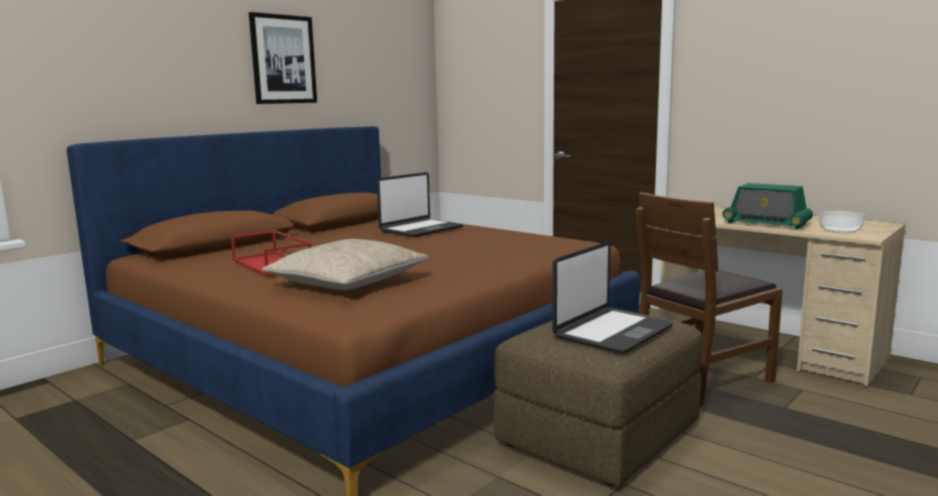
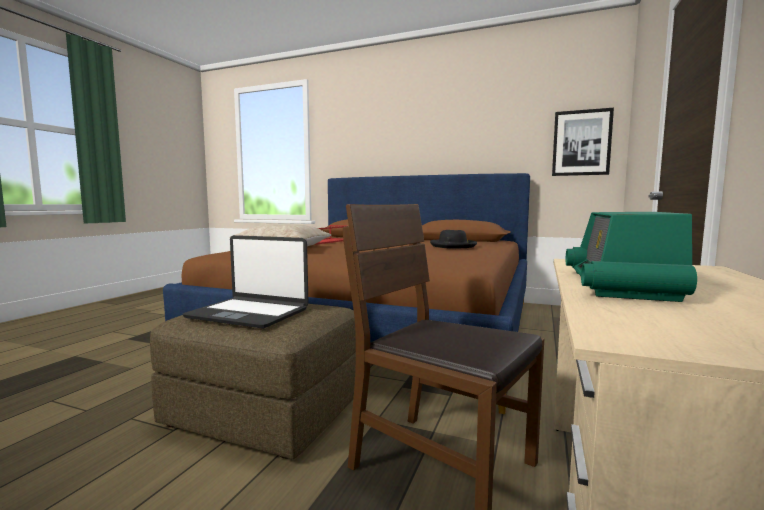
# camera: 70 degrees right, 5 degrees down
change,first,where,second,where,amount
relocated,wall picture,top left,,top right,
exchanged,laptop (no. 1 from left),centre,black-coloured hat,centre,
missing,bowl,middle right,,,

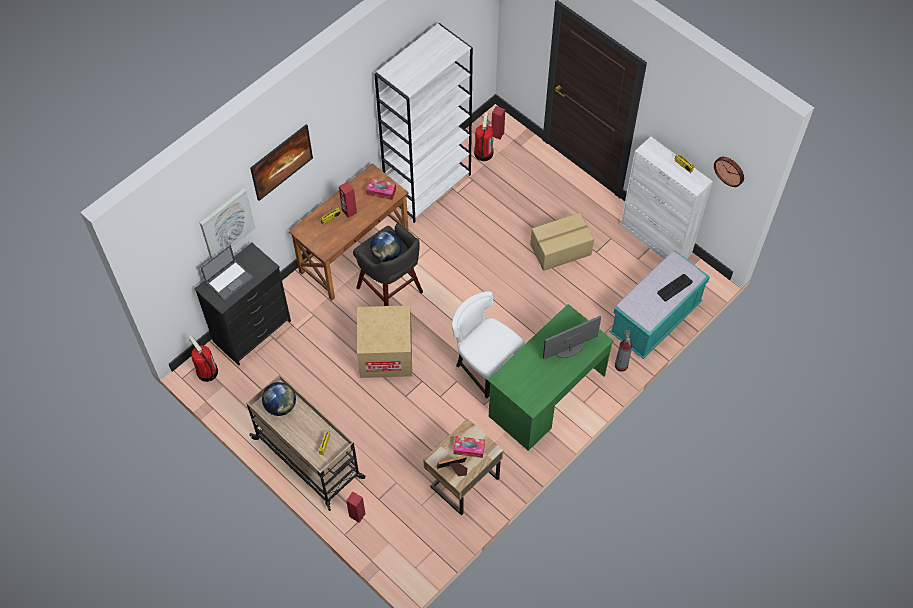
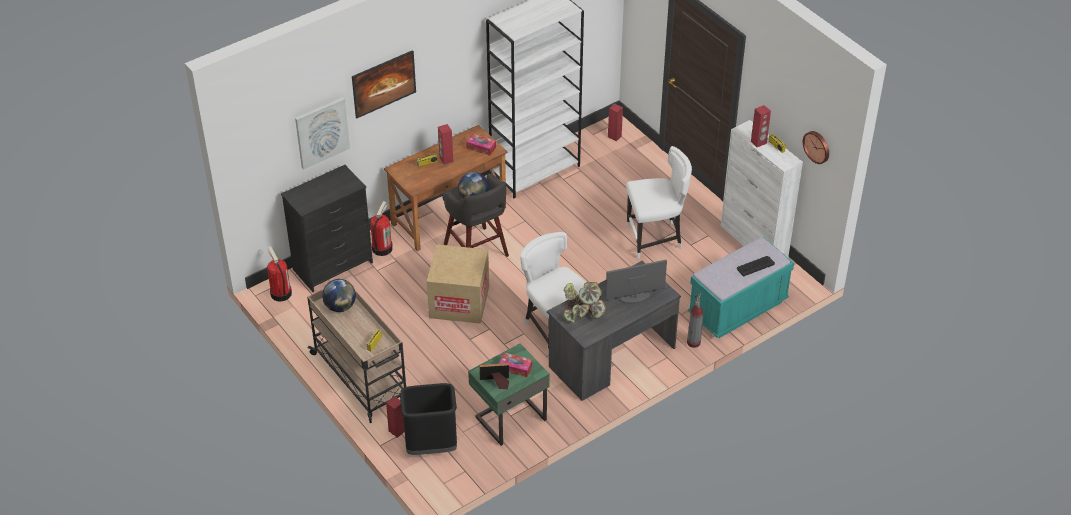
# camera: 10 degrees right, 15 degrees down
change,first,where,second,where,amount
missing,laptop,middle left,,,
colour,sand-coloured nightstand,bottom centre,green-coloured nightstand,bottom centre,
relocated,fire extinguisher (no. 2 from left),top centre,,centre,
colour,green-coloured desk unit,centre,gray desk unit,centre,
exchanged,cardboard box (no. 2 from left),centre,whitish chair (no. 2 from left),centre,
appeared,,,black-coloured waste bin,bottom centre,
appeared,,,potted plant,centre,
appeared,,,red audio speaker (no. 4 from left),top right,

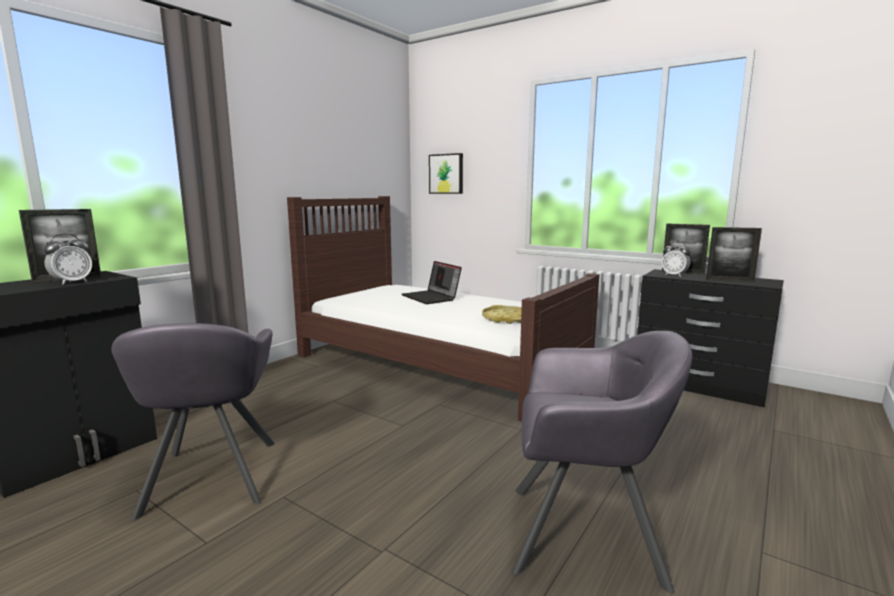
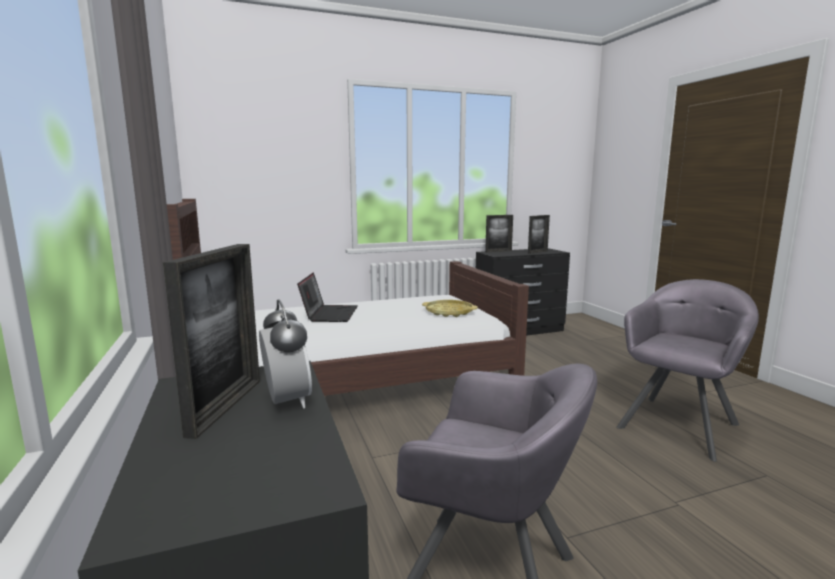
# camera: 55 degrees left, 0 degrees up
change,first,where,second,where,amount
spun,laptop,centre,,centre,90 degrees counterclockwise
missing,wall picture,top centre,,,
missing,table clock (no. 2 from left),middle right,,,

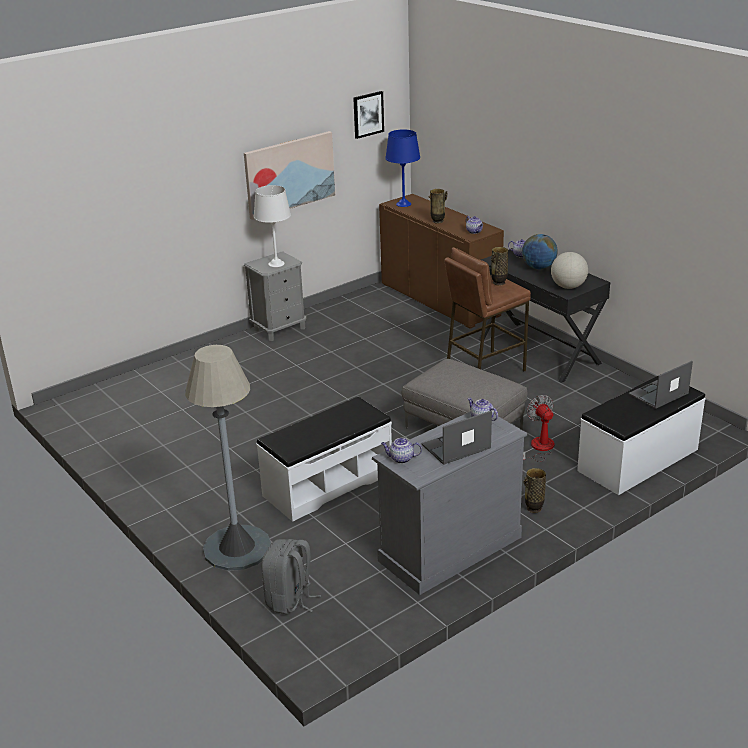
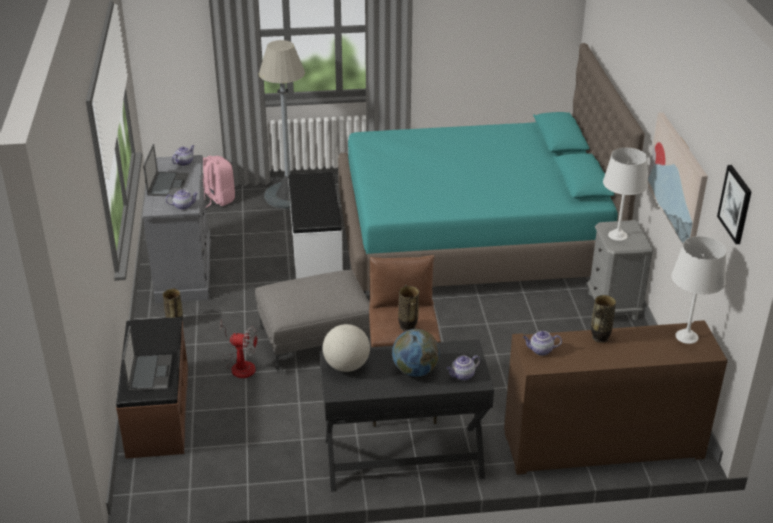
# camera: 120 degrees right, 5 degrees up
change,first,where,second,where,amount
colour,gray knapsack,bottom centre,pinkish knapsack,middle left,
colour,blue tabletop lamp,top centre,whitish tabletop lamp (no. 2 from left),middle right,
colour,whitish bench (no. 2 from left),middle right,brownish bench,bottom left,
appeared,,,blue-green sleeping bed,top centre,

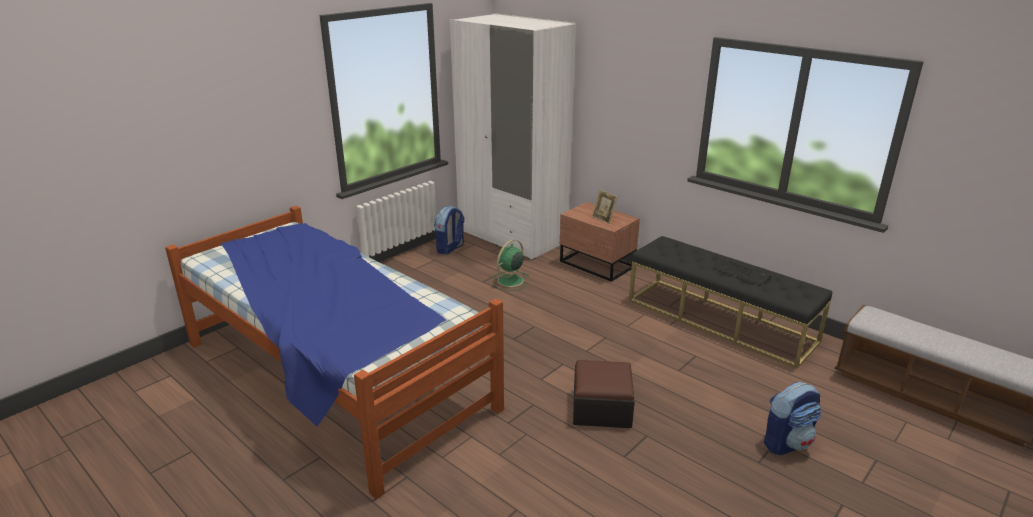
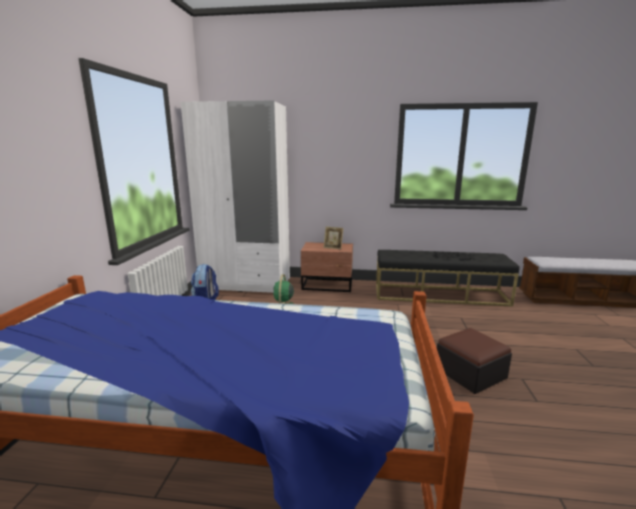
# camera: 35 degrees left, 10 degrees down
change,first,where,second,where,amount
missing,knapsack (no. 2 from left),bottom right,,,

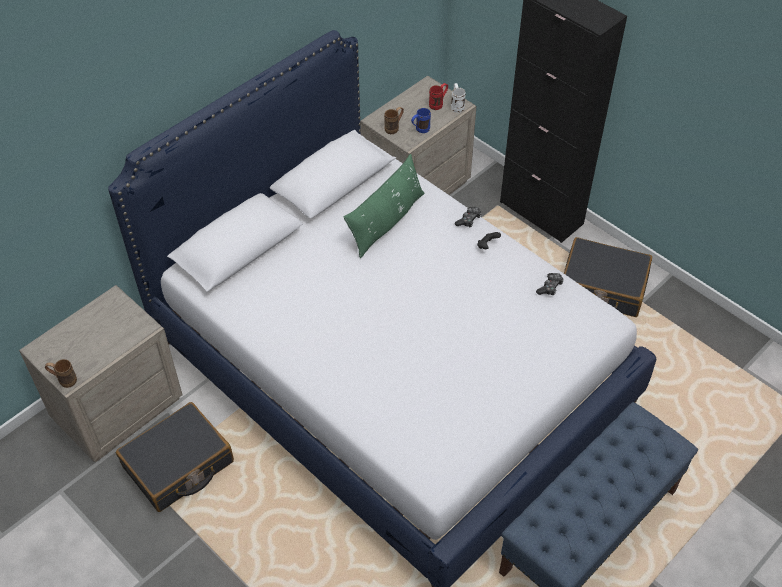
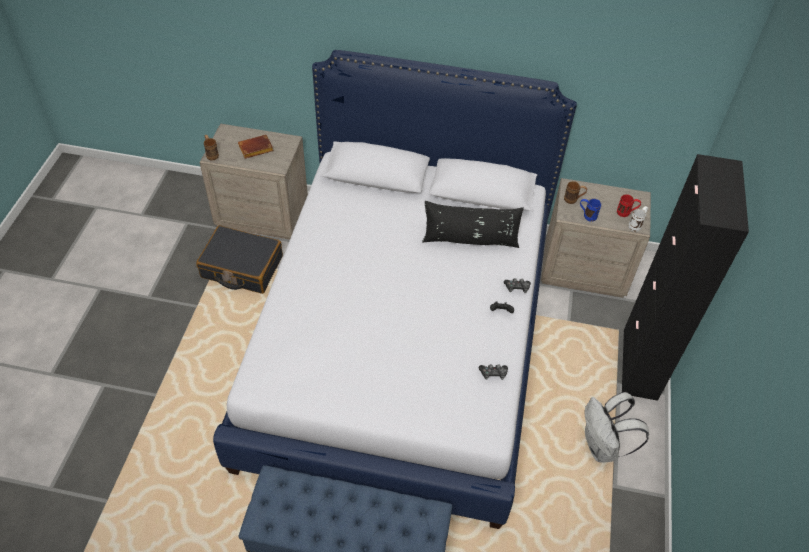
# camera: 55 degrees right, 0 degrees up
change,first,where,second,where,amount
colour,green-coloured pillow,centre,black-coloured pillow,centre,
exchanged,black-coloured piece of luggage (no. 2 from left),middle right,whitish knapsack,bottom right,
appeared,,,brownish volume,top left,

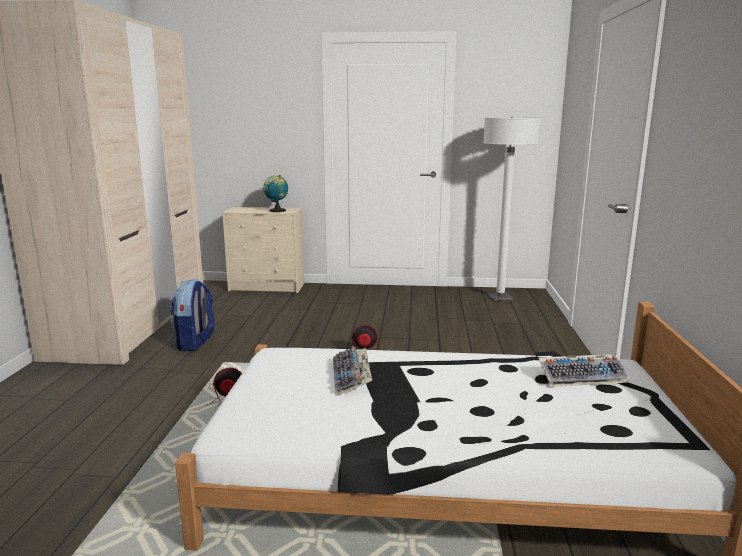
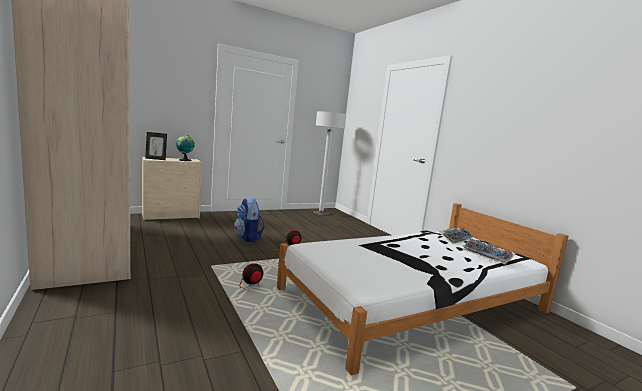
# camera: 35 degrees left, 5 degrees down
change,first,where,second,where,amount
relocated,knapsack,middle left,,centre,
relocated,keyboard (no. 1 from left in the first image),bottom centre,keyboard (no. 2 from left),middle right,
appeared,,,standing frame,middle left,

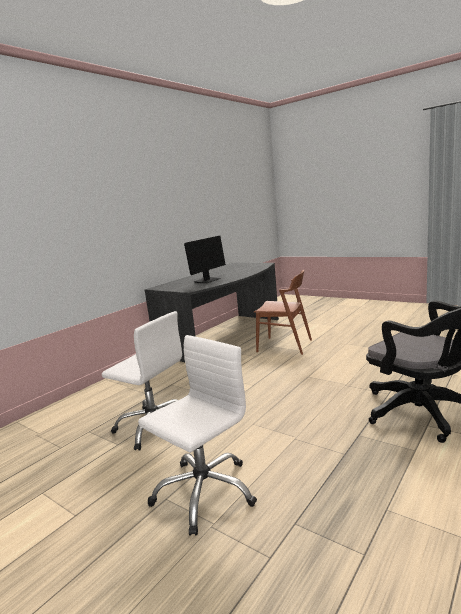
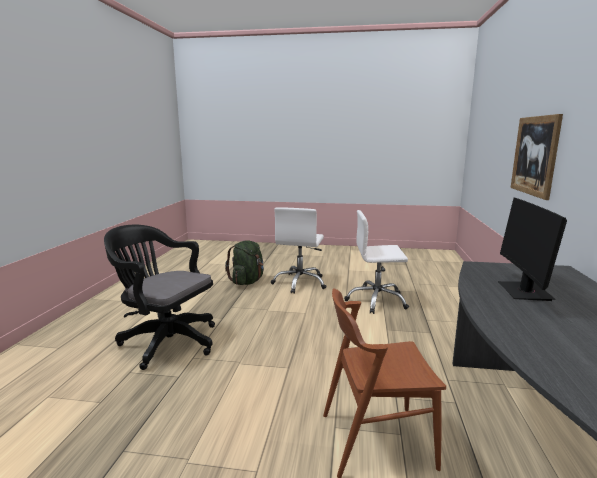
# camera: 150 degrees right, 0 degrees up
change,first,where,second,where,amount
appeared,,,green-coloured knapsack,centre,
appeared,,,wall picture,top right,

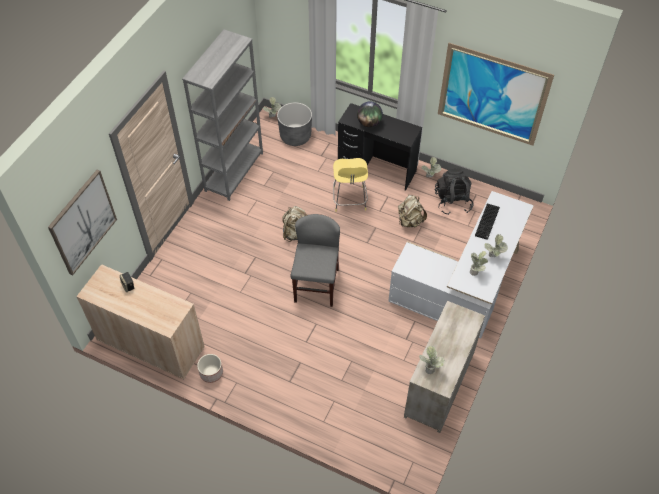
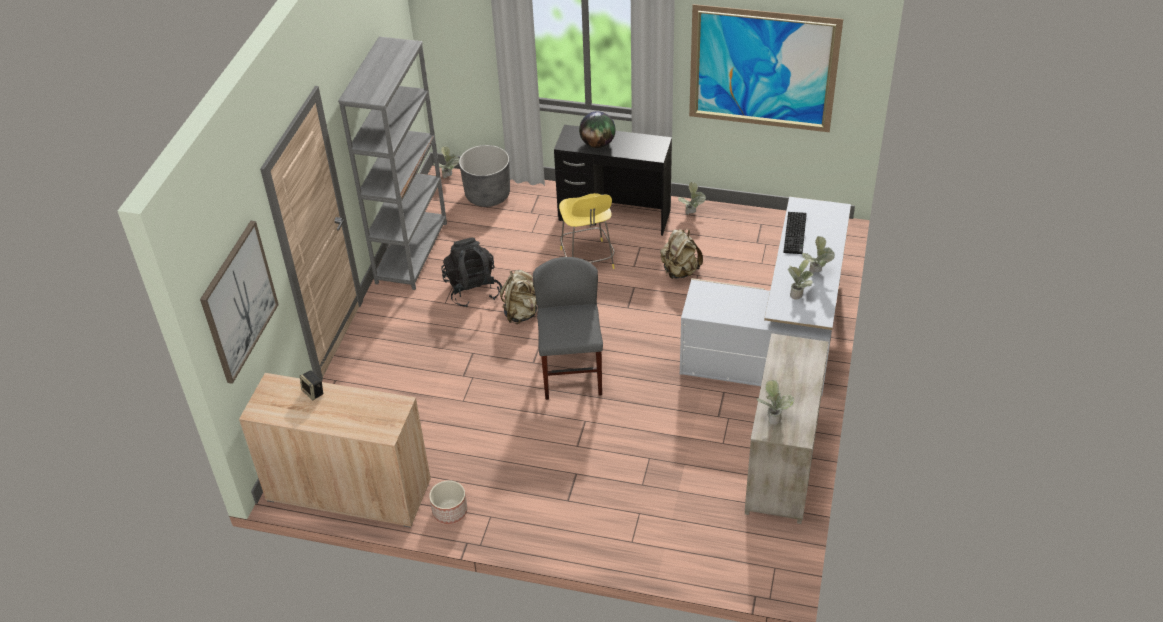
# camera: 10 degrees left, 10 degrees down
change,first,where,second,where,amount
relocated,black-coloured knapsack,middle right,,centre,

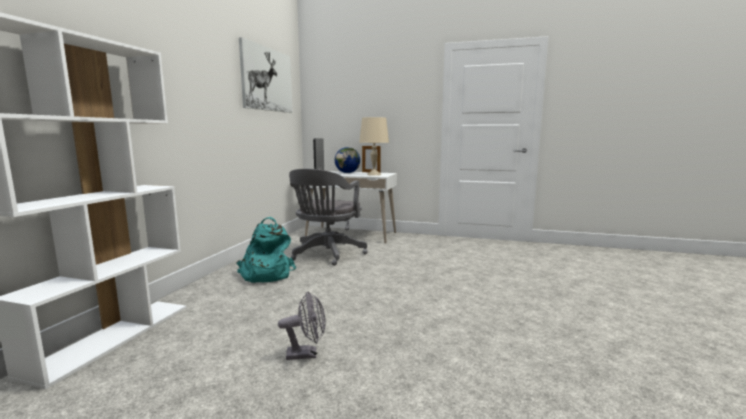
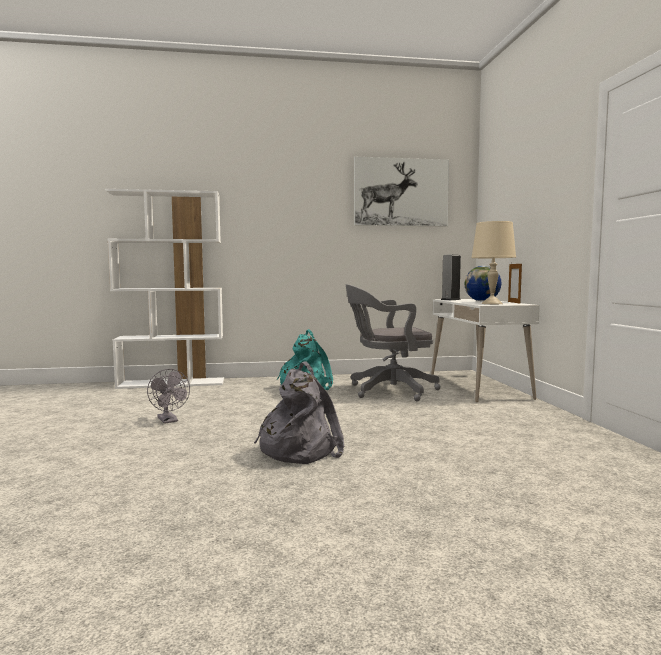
# camera: 65 degrees right, 5 degrees down
change,first,where,second,where,amount
appeared,,,gray knapsack,centre,

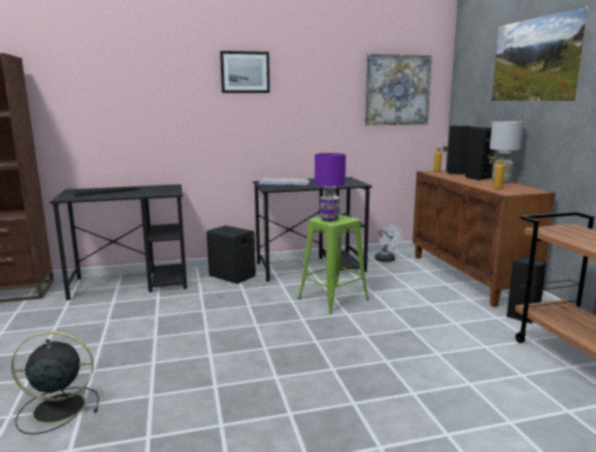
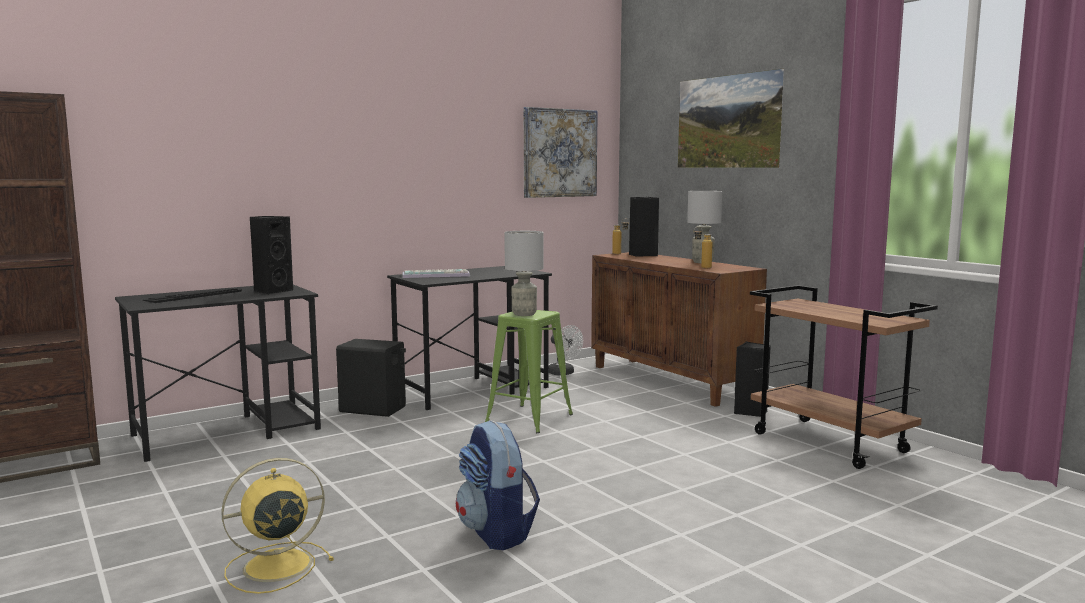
# camera: 20 degrees left, 5 degrees down
change,first,where,second,where,amount
colour,black-coloured fan,bottom left,yellow fan,bottom left,
missing,wall picture (no. 1 from left),top centre,,,
colour,purple-coloured tabletop lamp,centre,gray tabletop lamp (no. 1 from left),centre,
relocated,black-coloured audio speaker (no. 3 from left in the first image),middle right,black-coloured audio speaker (no. 1 from left),middle left,
appeared,,,knapsack,bottom centre,

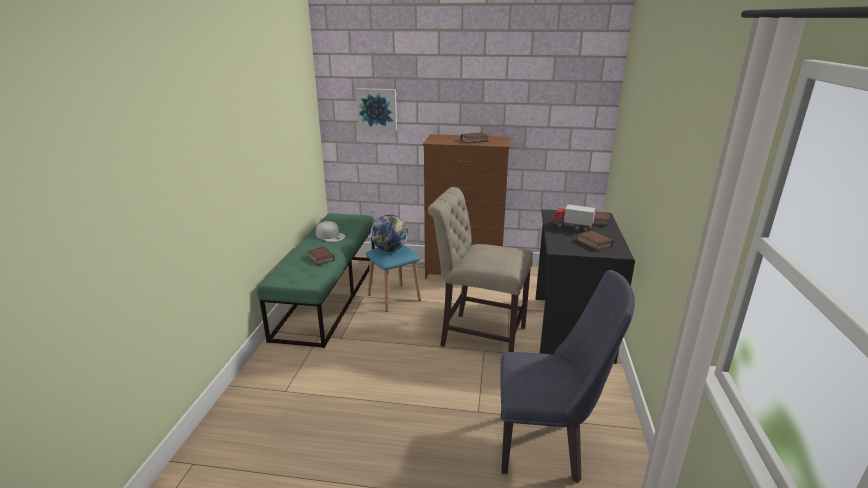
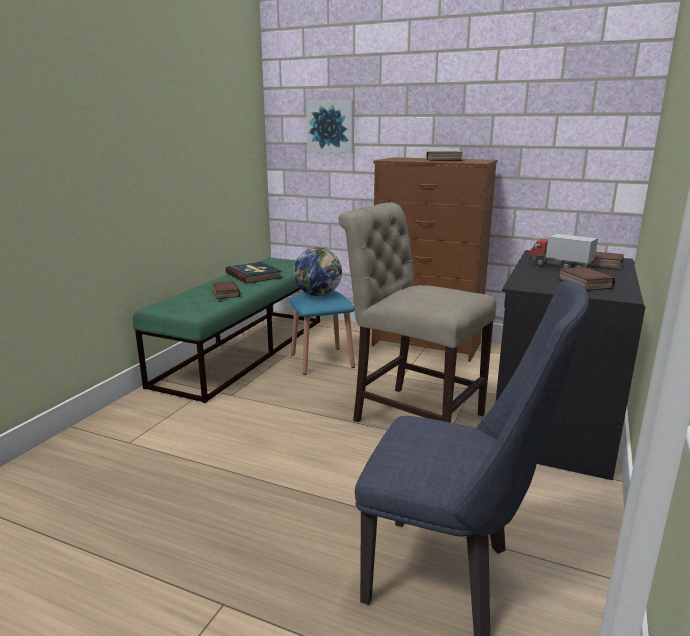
# camera: 15 degrees right, 5 degrees down
change,first,where,second,where,amount
exchanged,whitish peaked cap,centre,volume (no. 2 from left),centre,

